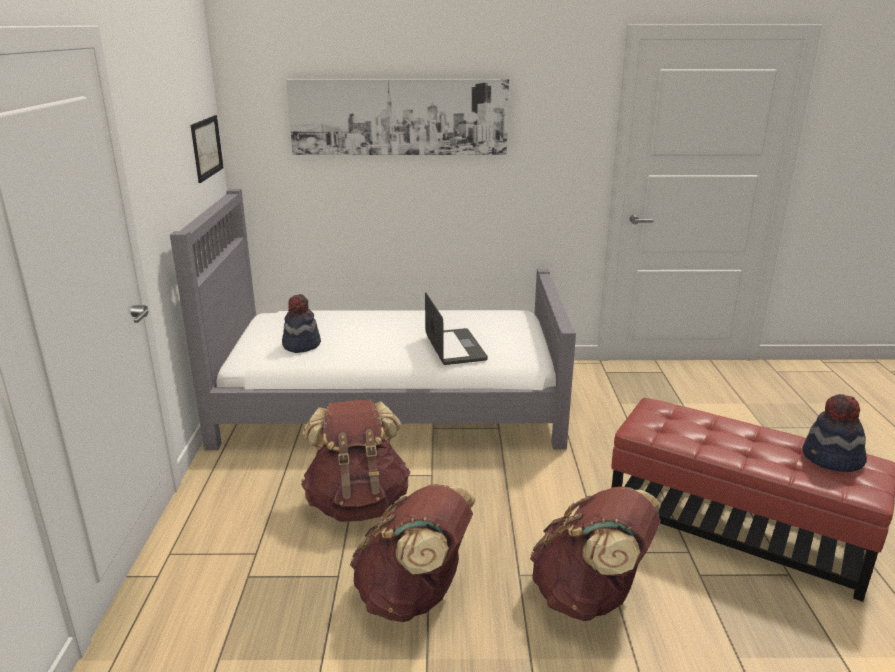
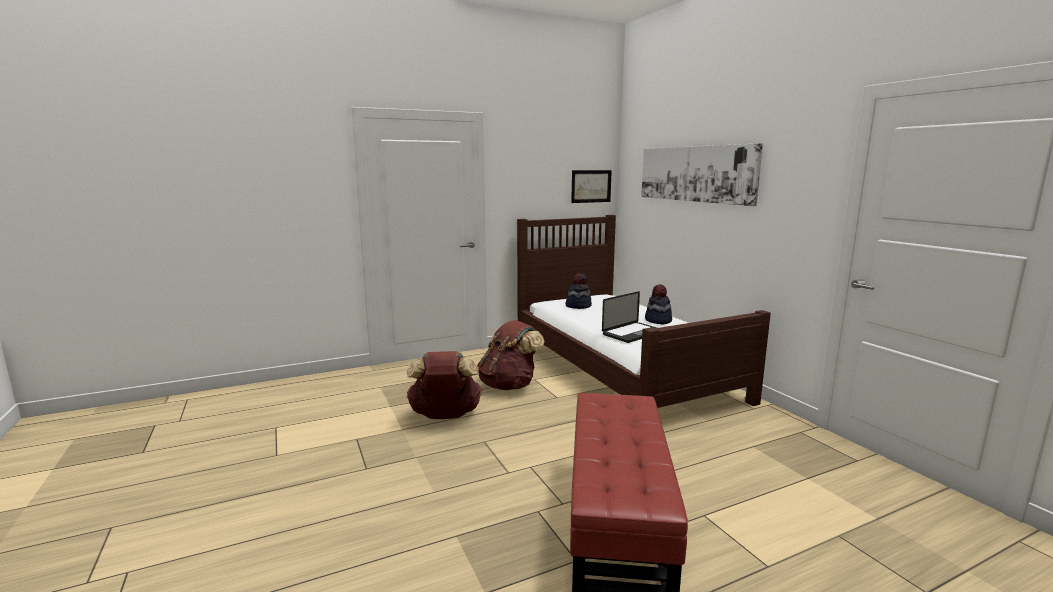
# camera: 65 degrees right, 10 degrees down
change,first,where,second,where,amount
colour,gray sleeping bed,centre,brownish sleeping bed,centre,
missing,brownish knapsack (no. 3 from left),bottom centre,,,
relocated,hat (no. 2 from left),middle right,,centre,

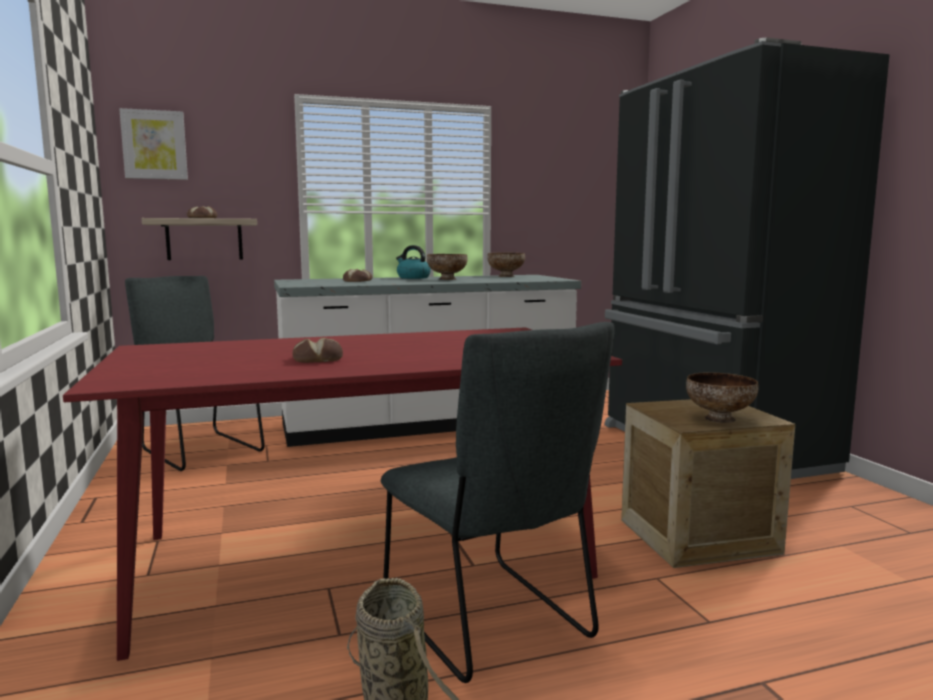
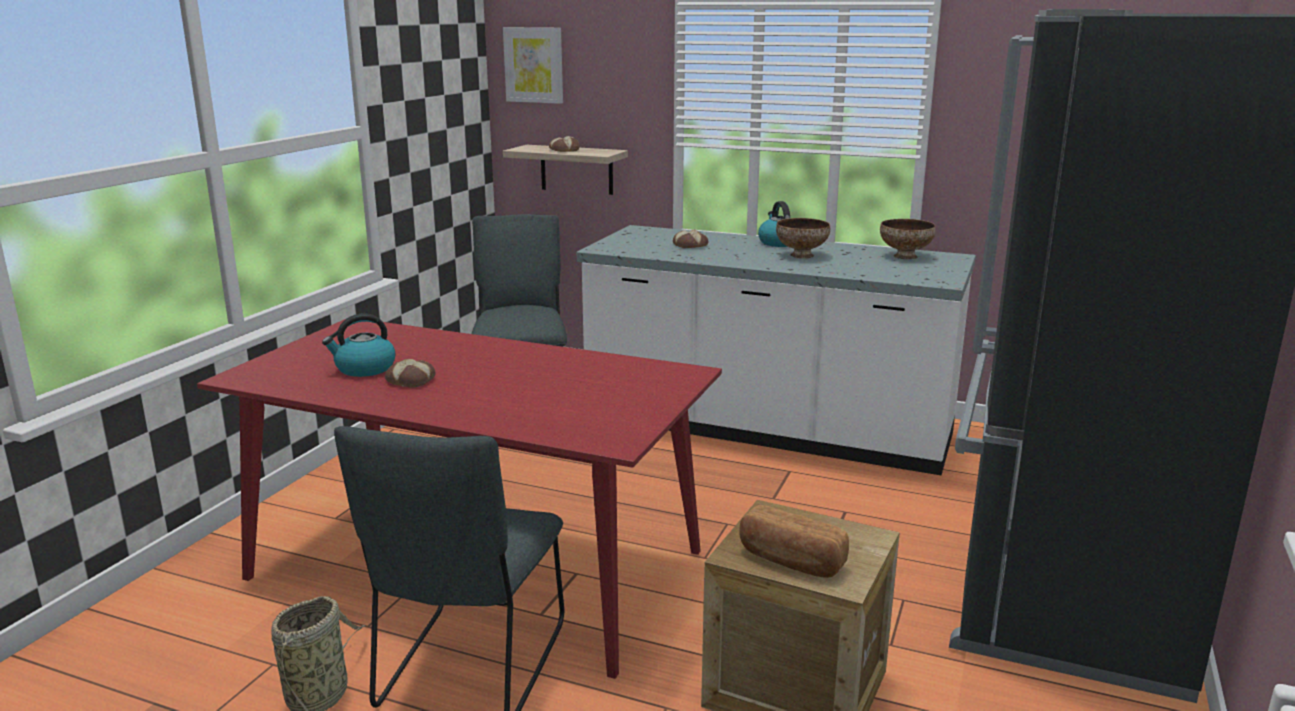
# camera: 40 degrees right, 10 degrees up
change,first,where,second,where,amount
exchanged,bowl (no. 3 from left),middle right,bread (no. 4 from left),bottom centre,
appeared,,,kettle (no. 1 from left),middle left,

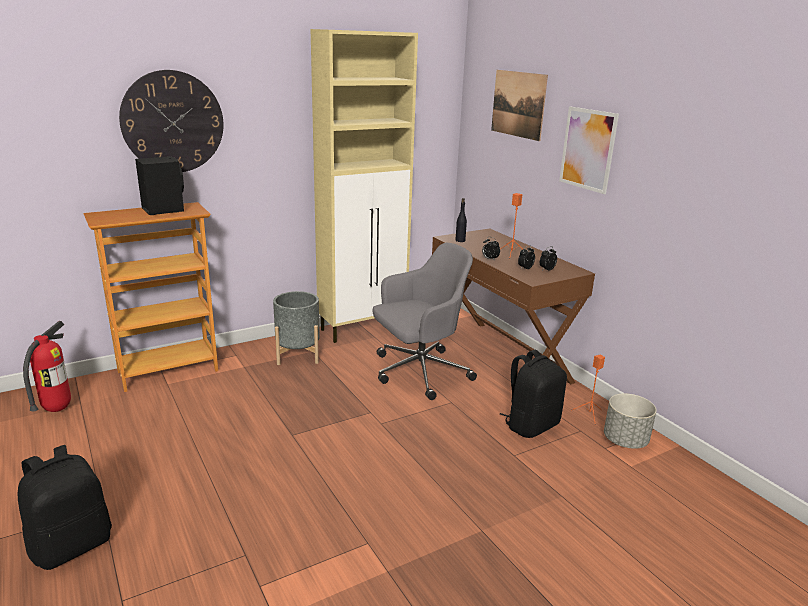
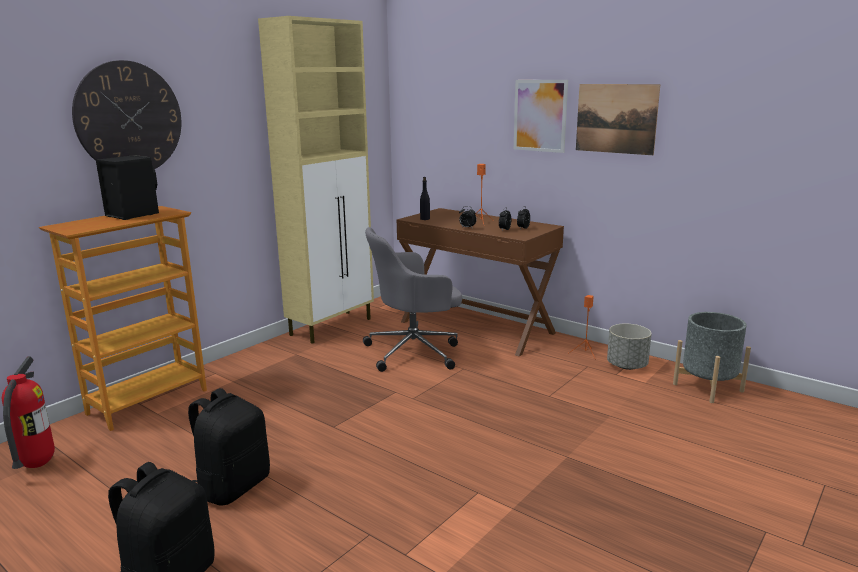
# camera: 20 degrees left, 5 degrees down
change,first,where,second,where,amount
relocated,gray planter (no. 1 from left in the first image),centre,gray planter (no. 2 from left),middle right,
spun,gray office chair,centre,,centre,150 degrees counterclockwise
relocated,wall picture (no. 1 from left in the first image),top centre,wall picture (no. 2 from left),top right,
relocated,black-coloured knapsack (no. 2 from left),centre,,bottom left,

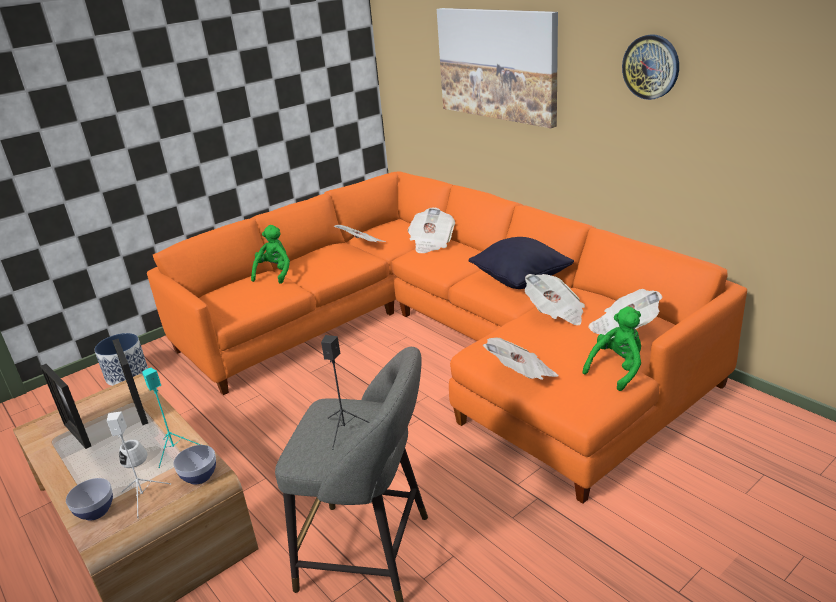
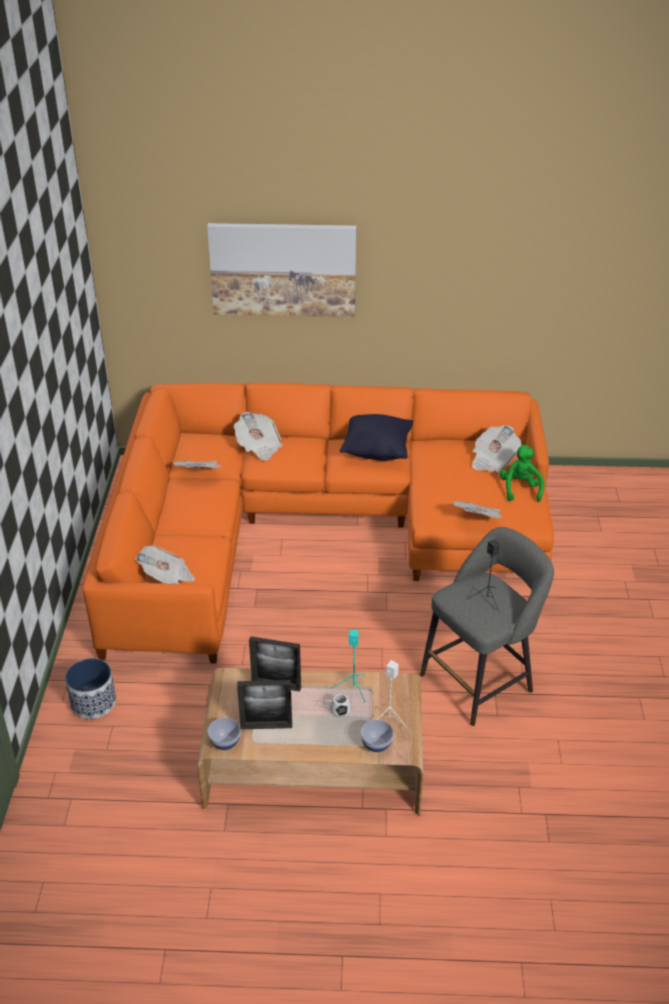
# camera: 50 degrees left, 10 degrees up
change,first,where,second,where,amount
relocated,bowl (no. 2 from left in the first image),bottom left,bowl (no. 1 from left),bottom centre,
missing,green-coloured cuddly toy (no. 1 from left),middle left,,,
relocated,daily paper (no. 4 from left in the first image),centre,daily paper (no. 1 from left),middle left,
missing,clock on the wall,top right,,,

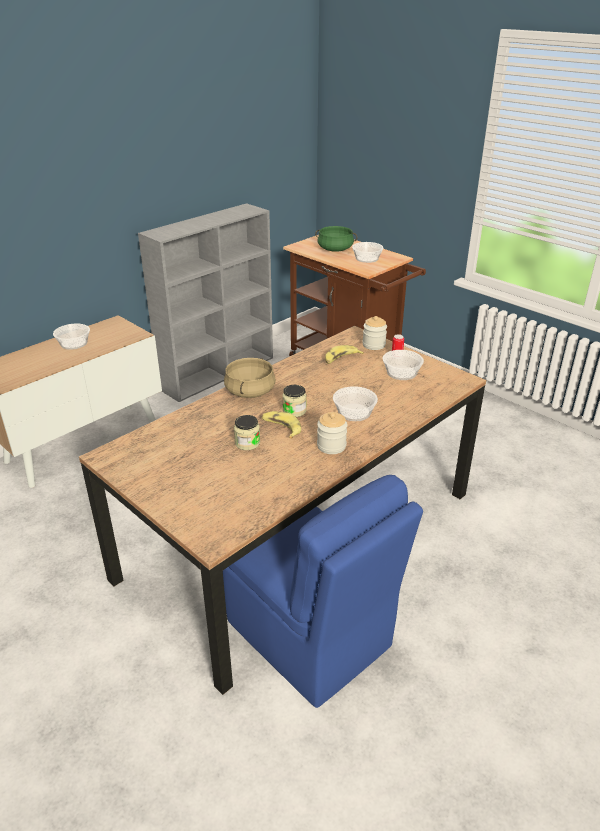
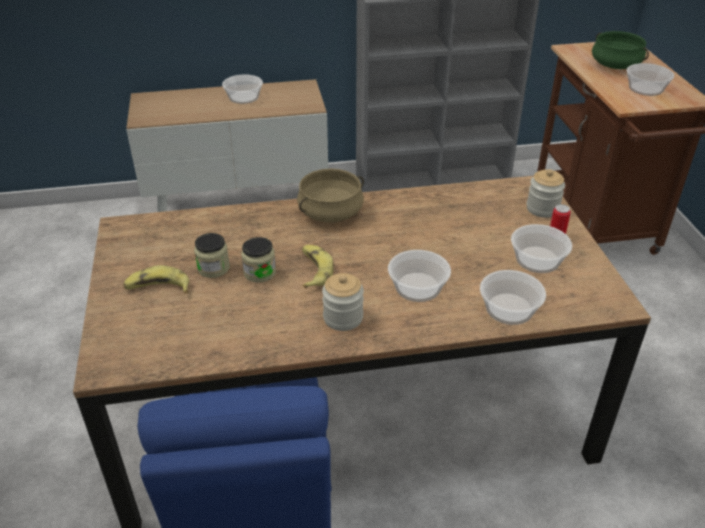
# camera: 35 degrees right, 5 degrees up
change,first,where,second,where,amount
relocated,storage jar (no. 2 from left in the first image),centre,storage jar (no. 1 from left),middle left,
relocated,banana (no. 2 from left in the first image),centre,banana (no. 1 from left),middle left,
appeared,,,bowl (no. 3 from left),middle right,

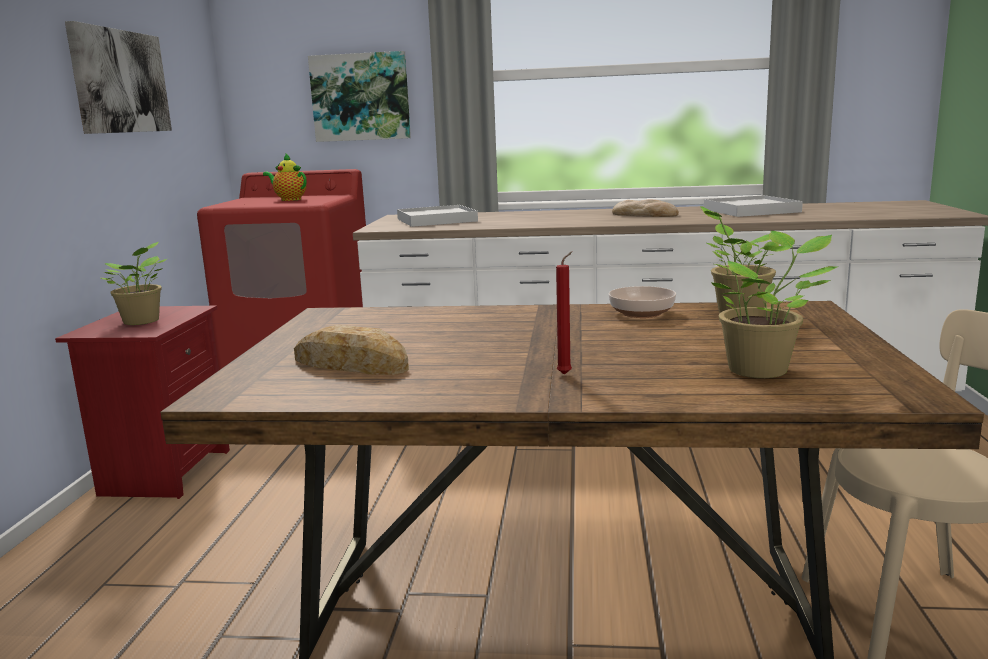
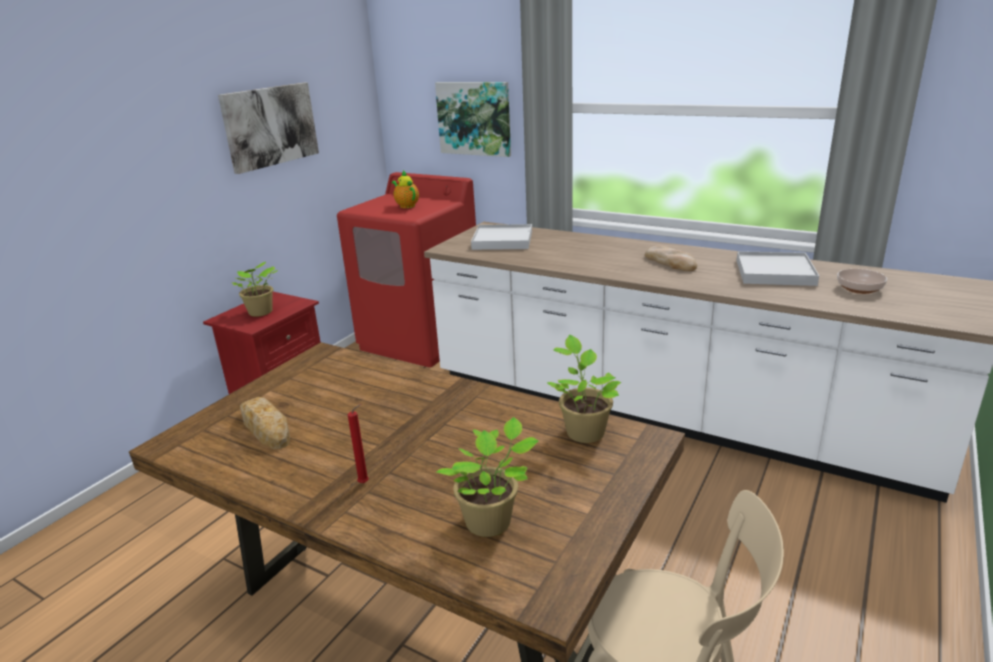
# camera: 25 degrees right, 10 degrees up
change,first,where,second,where,amount
relocated,bowl,centre,,middle right,

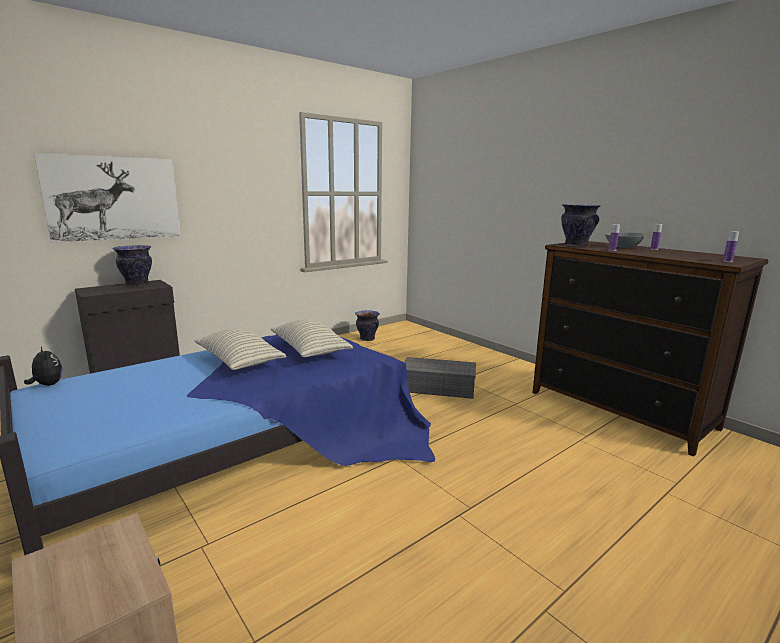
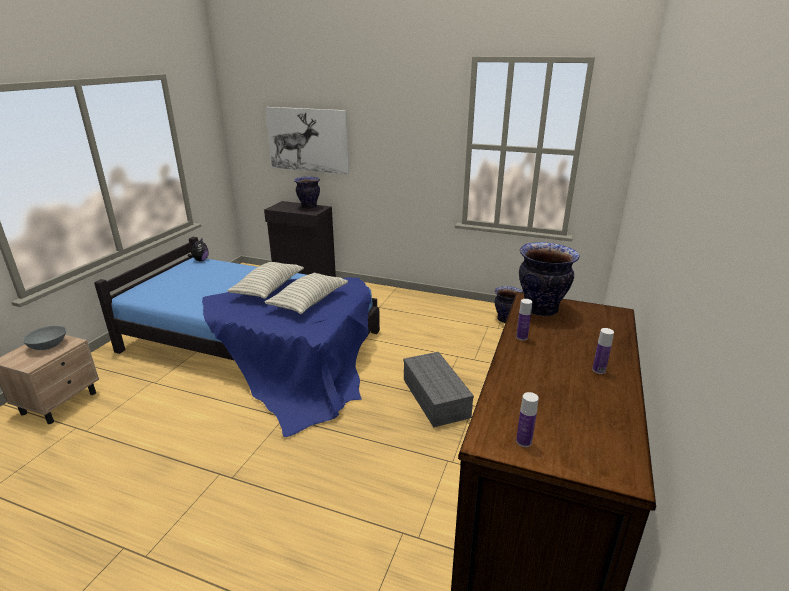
# camera: 60 degrees right, 10 degrees up
change,first,where,second,where,amount
relocated,gray bowl,middle right,,middle left,

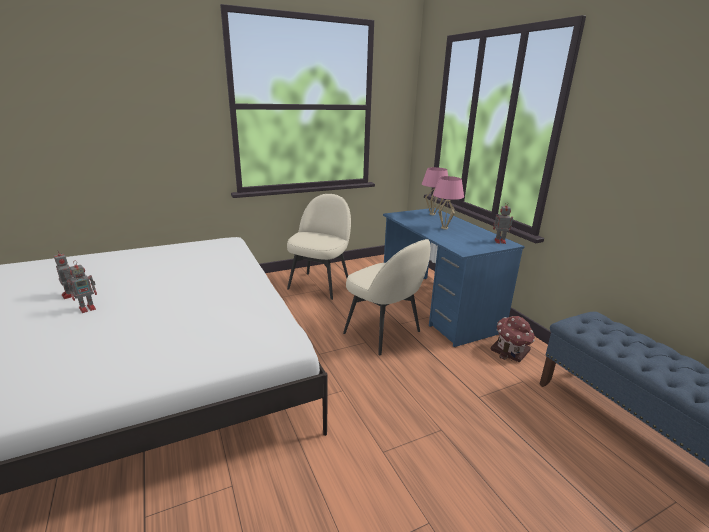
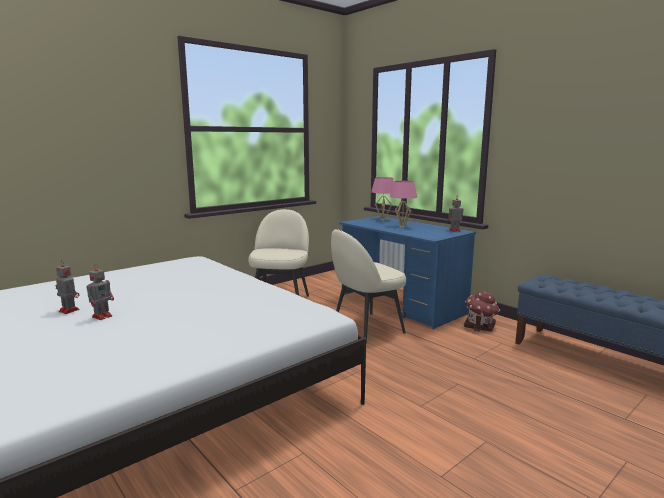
# camera: 15 degrees left, 10 degrees down
change,first,where,second,where,amount
spun,sand-coloured chair (no. 2 from left),centre,,centre,120 degrees clockwise

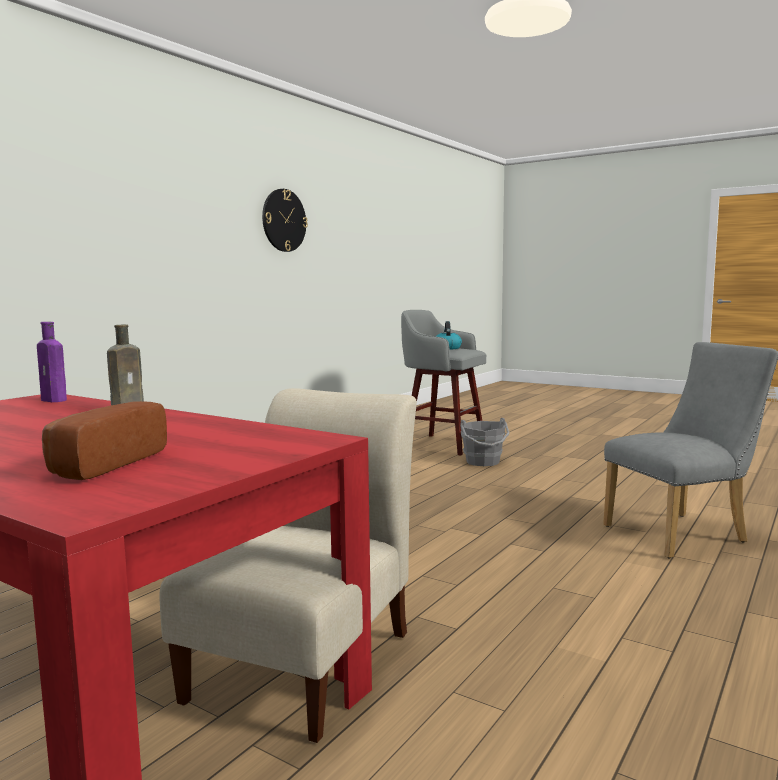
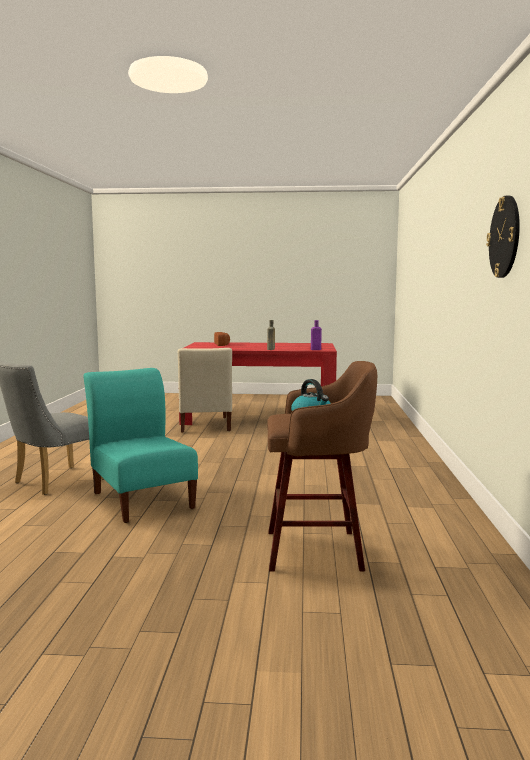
# camera: 150 degrees right, 0 degrees up
change,first,where,second,where,amount
colour,gray stool seat,centre,brownish stool seat,centre,
missing,gray pail,centre,,,
appeared,,,blue-green chair,middle left,

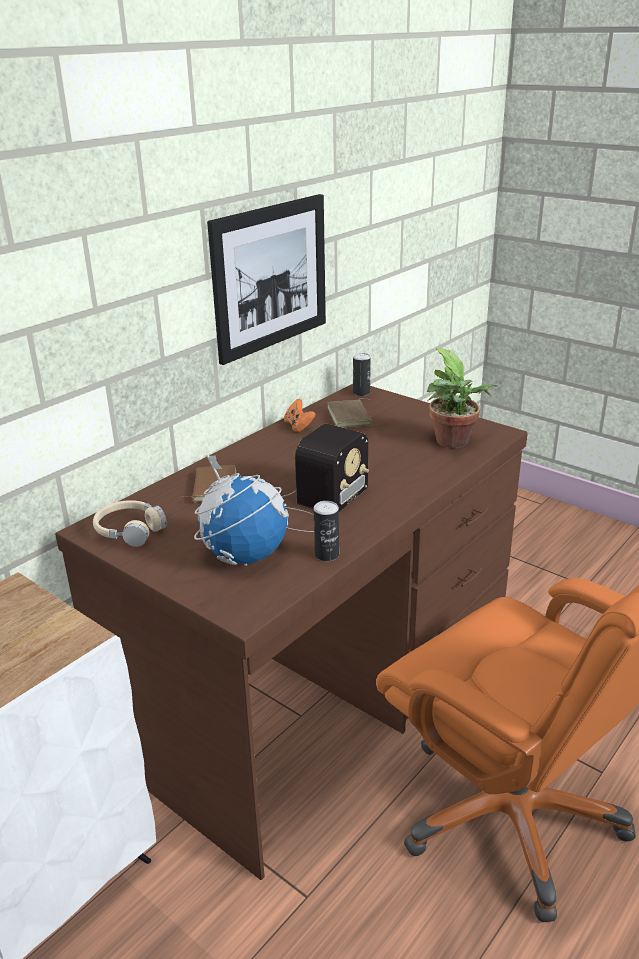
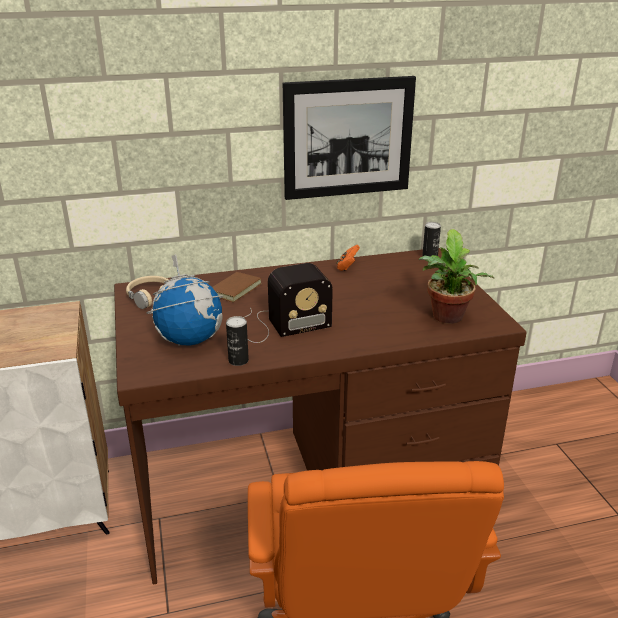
# camera: 35 degrees right, 0 degrees up
change,first,where,second,where,amount
missing,brownish volume (no. 2 from left),centre,,,

